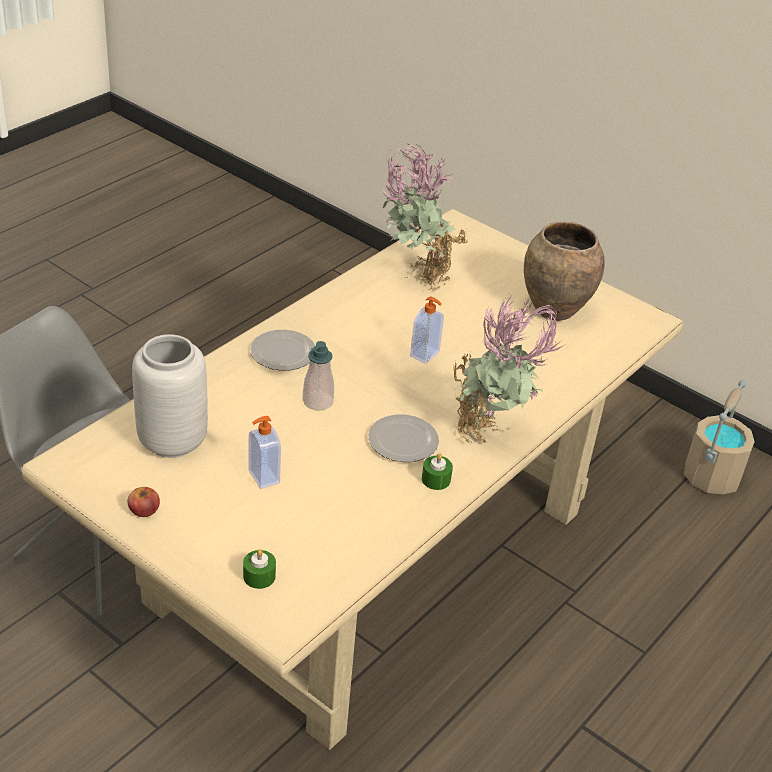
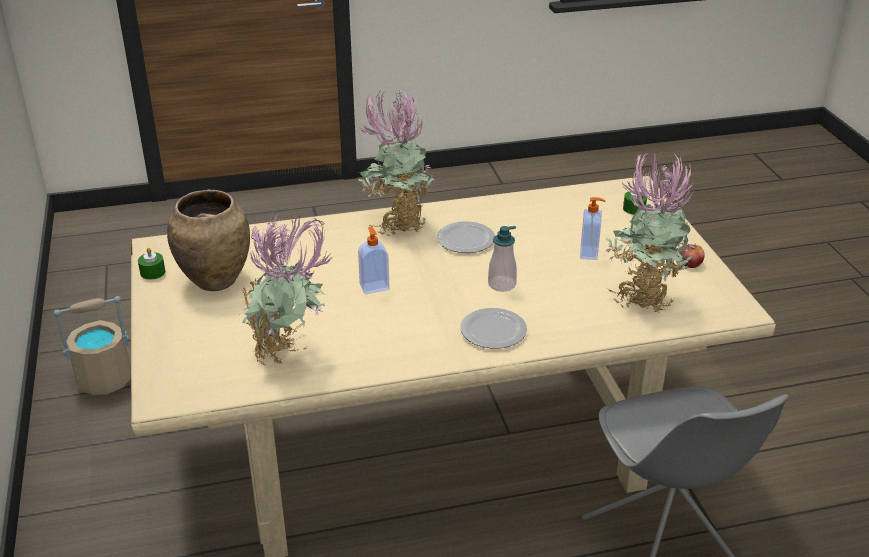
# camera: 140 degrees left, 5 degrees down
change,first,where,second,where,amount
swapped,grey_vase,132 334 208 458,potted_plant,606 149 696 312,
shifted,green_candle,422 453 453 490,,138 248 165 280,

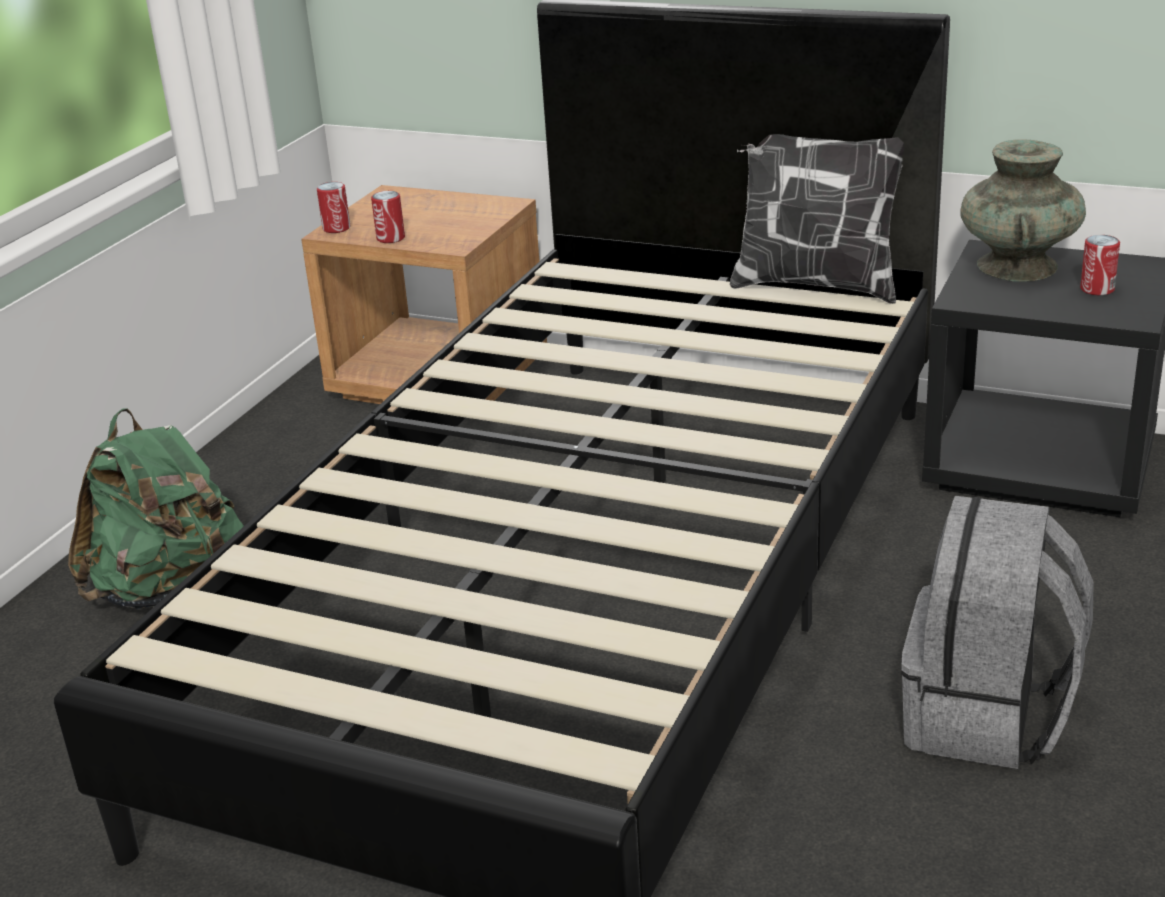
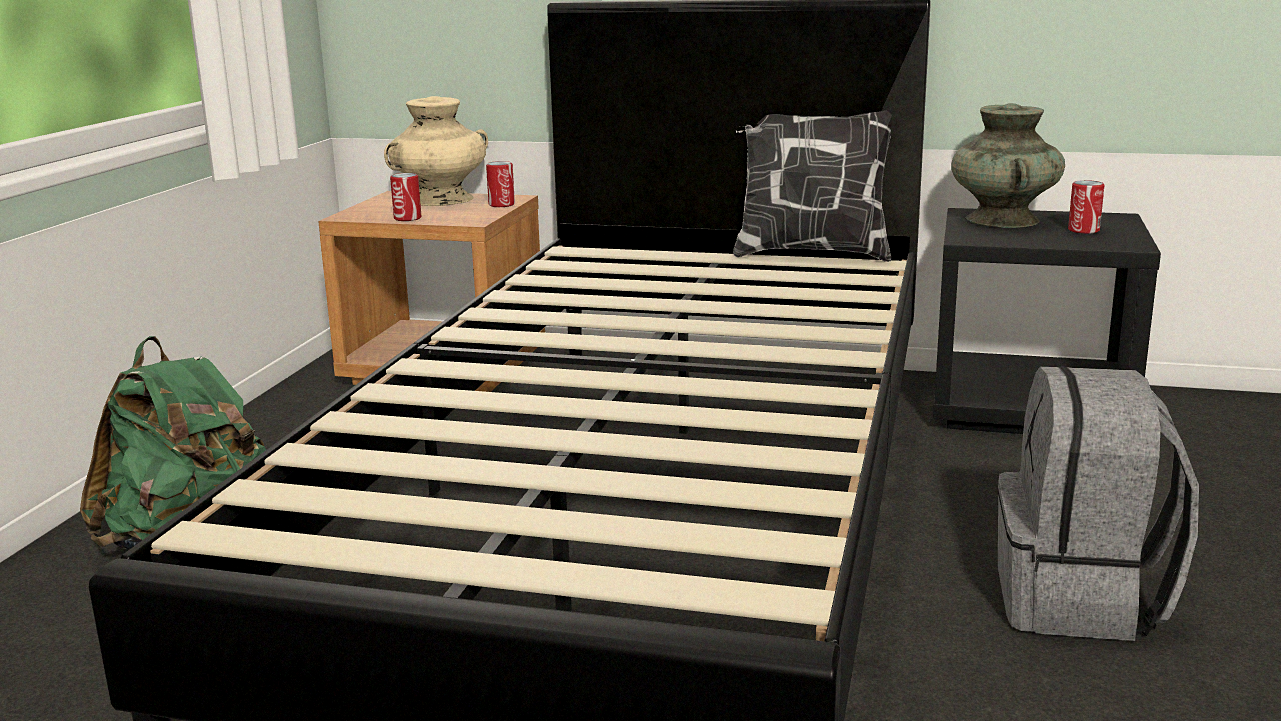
# camera: 10 degrees left, 10 degrees down
change,first,where,second,where,amount
shifted,can,317 182 350 233,,486 161 515 207,
new,,,beige_vase,384 96 488 206,

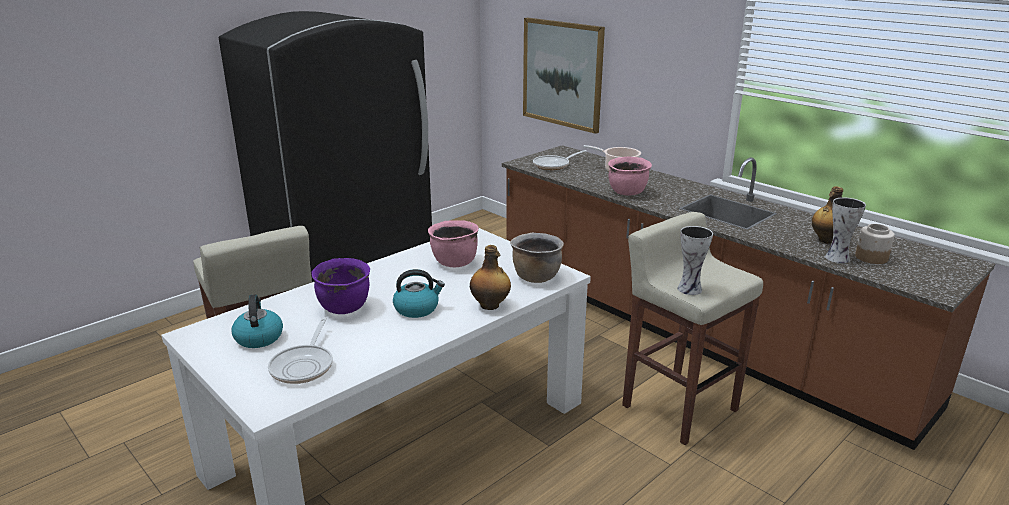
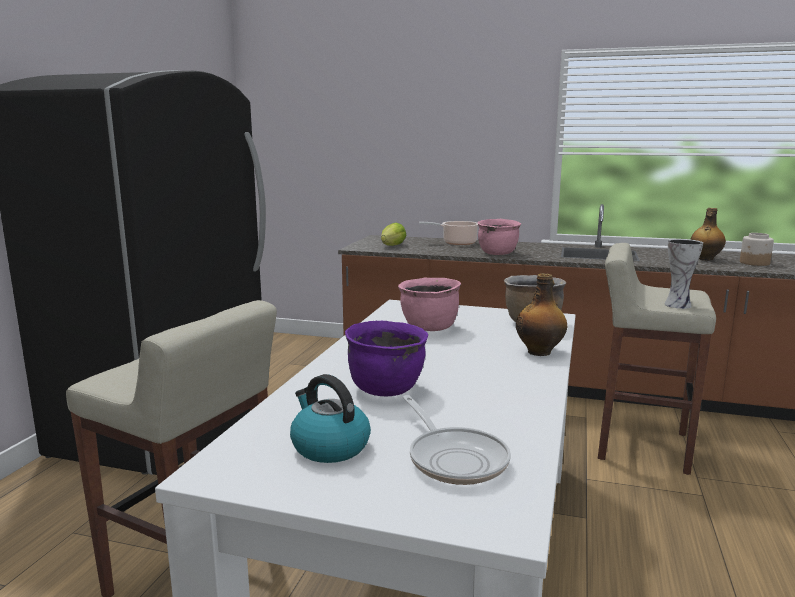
# camera: 30 degrees left, 10 degrees down
change,first,where,second,where,amount
gone,picture,523 17 605 134,,,
swapped,frying_pan,533 150 587 170,lettuce,381 223 407 246,
gone,vase,825 197 866 263,,,
gone,kettle,393 269 445 318,,,

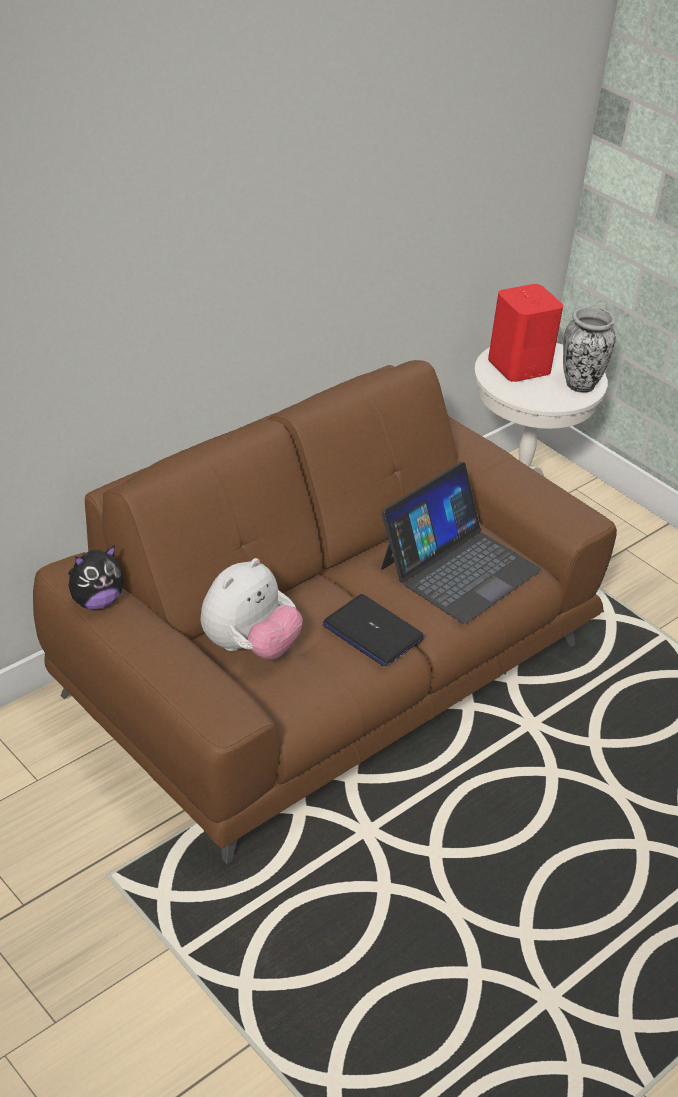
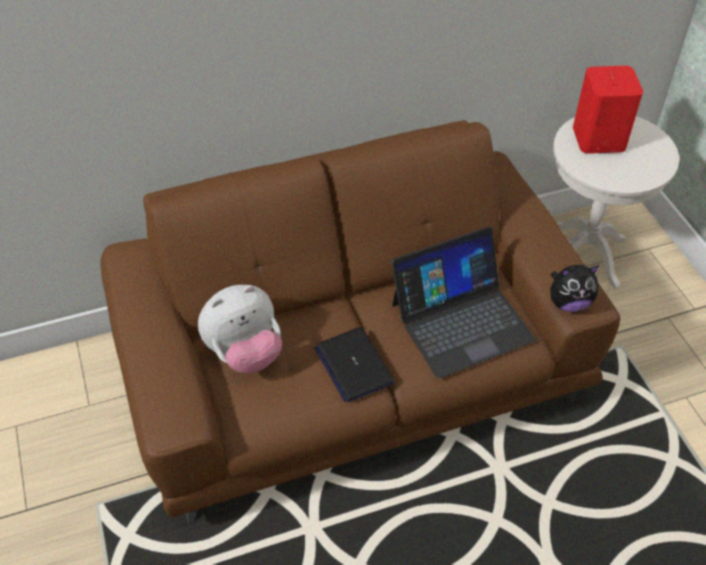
# camera: 25 degrees right, 10 degrees up
change,first,where,second,where,amount
gone,vase,563 306 616 393,,,
shifted,plush_toy,68 545 124 609,,550 265 599 312,

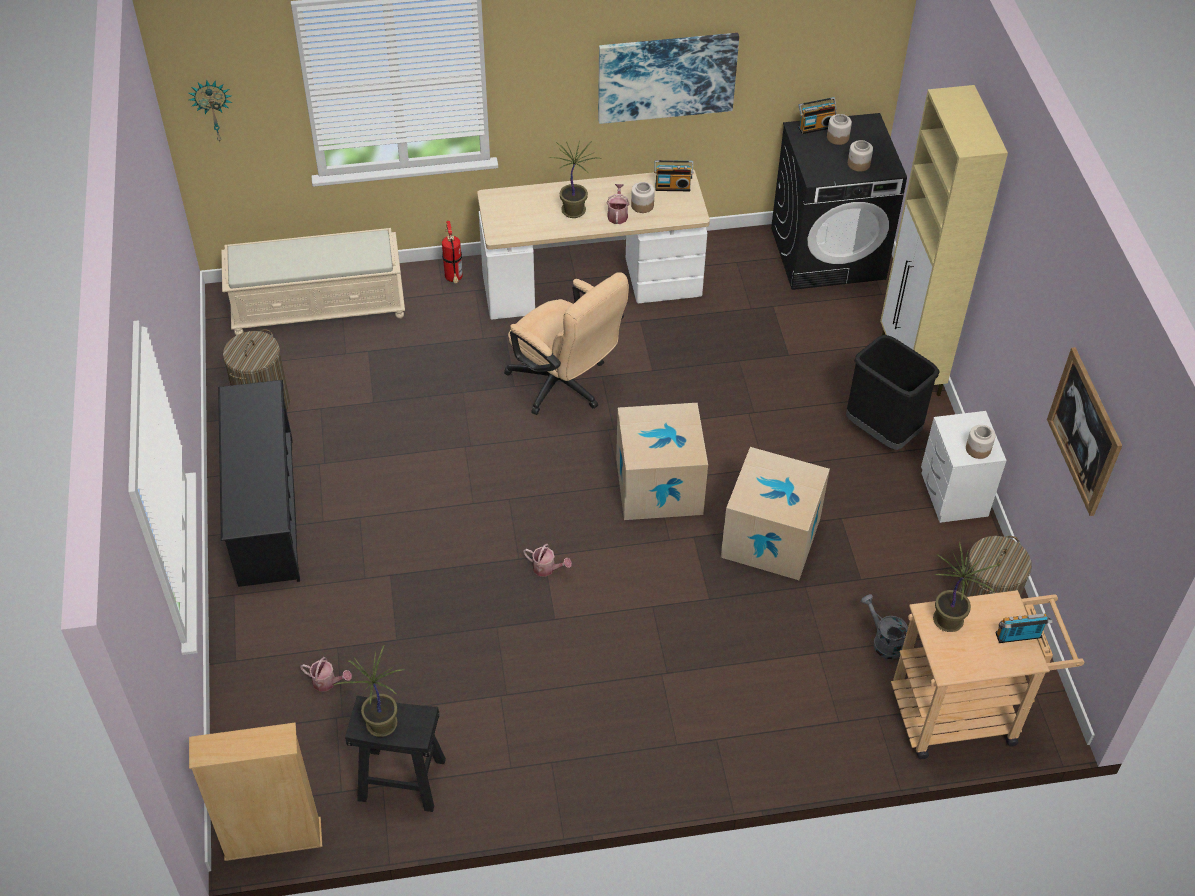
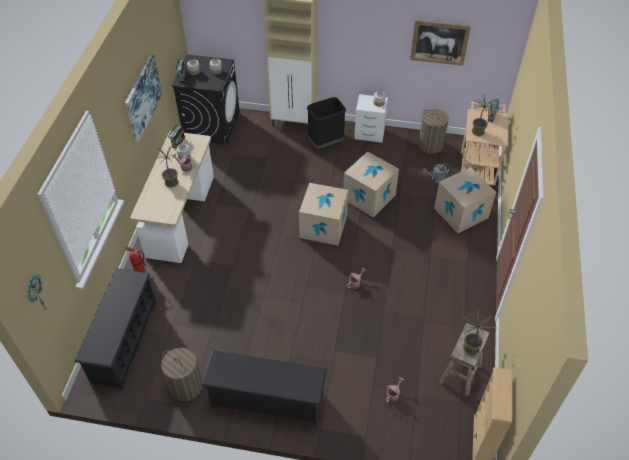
# camera: 70 degrees left, 0 degrees up
change,first,where,second,where,amount
swapped,beige_bench,221 228 405 335,black_shoe_rack,74 268 156 390,
gone,beige_office_chair,504 272 629 415,,,
repainted,black_stool,345 695 446 812,beige_stool,439 323 489 396,
new,,,cardboard_box,434 167 496 233,

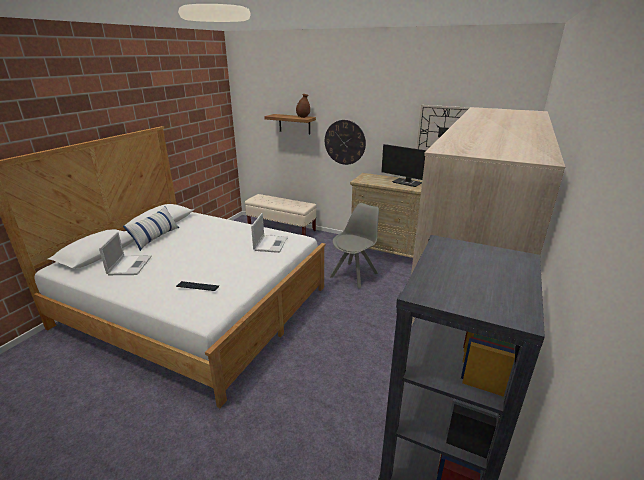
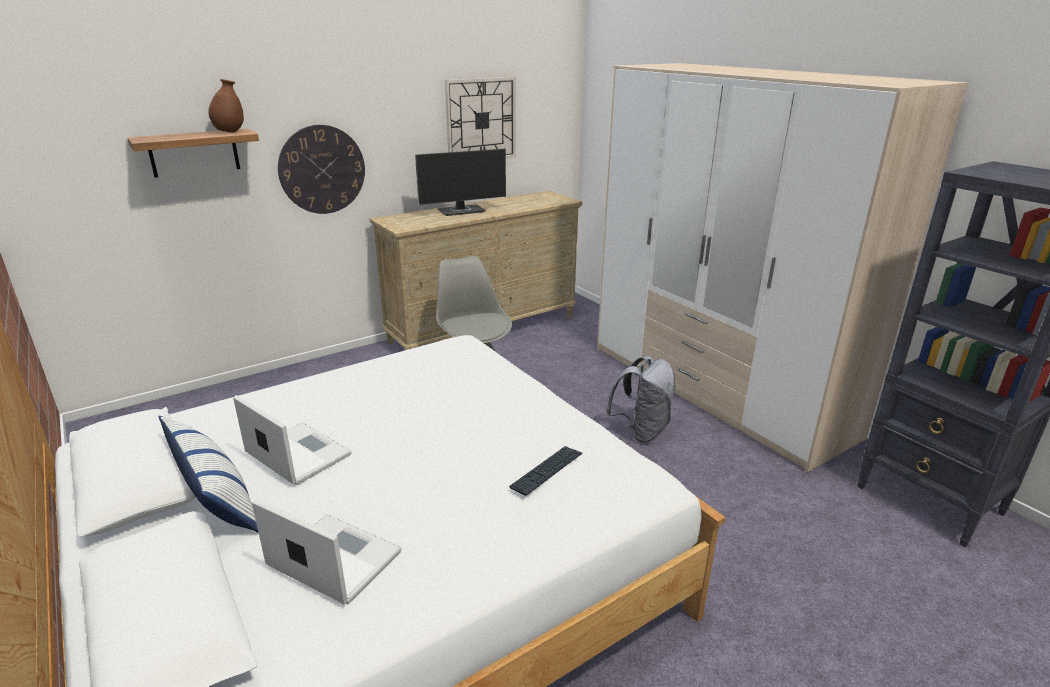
# camera: 60 degrees left, 0 degrees up
change,first,where,second,where,amount
gone,beige_bench,245 194 317 236,,,
shifted,laptop,251 213 288 253,,233 395 351 485,
new,,,grey_backpack,606 356 676 442,

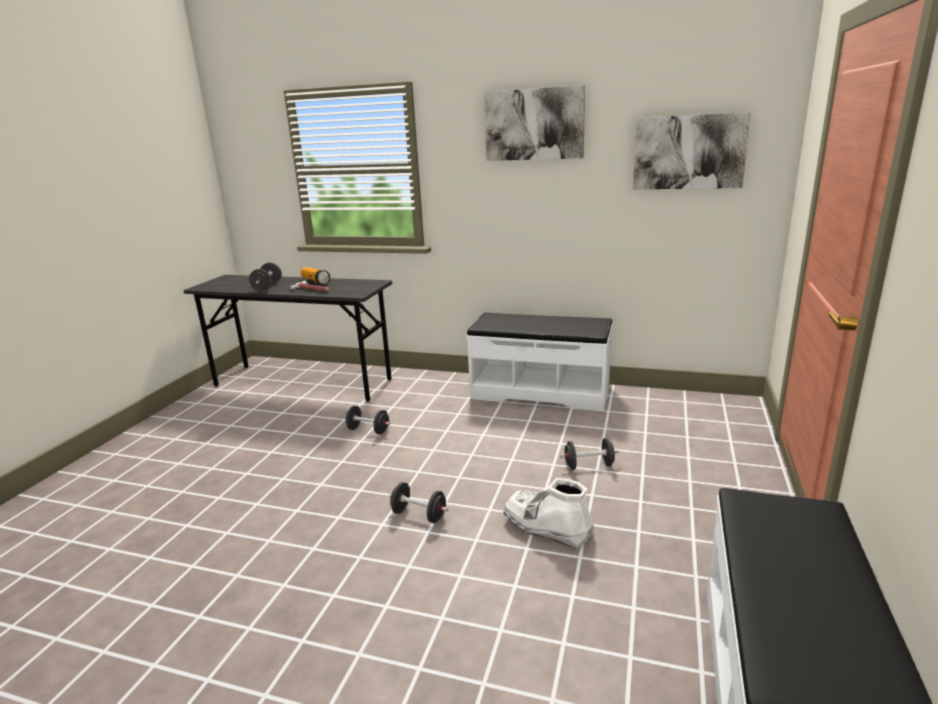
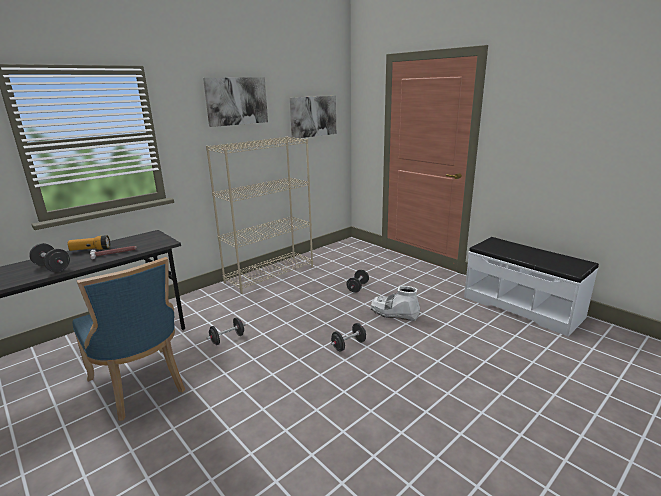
# camera: 60 degrees left, 0 degrees up
change,first,where,second,where,amount
swapped,white_bench,466 312 612 411,beige_bookcase,206 137 313 294,
rotated,white_boot,503 478 594 549,,370 286 420 321,45 degrees clockwise
new,,,blue_chair,72 257 185 421,

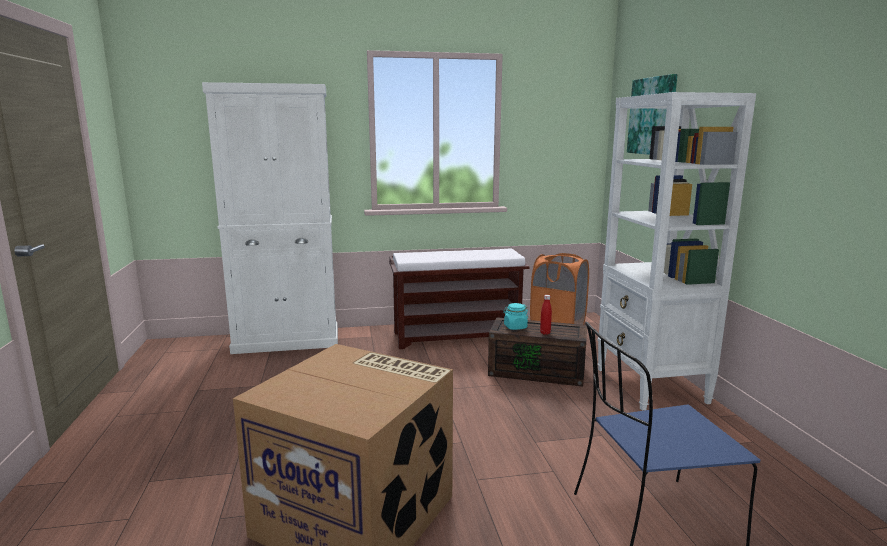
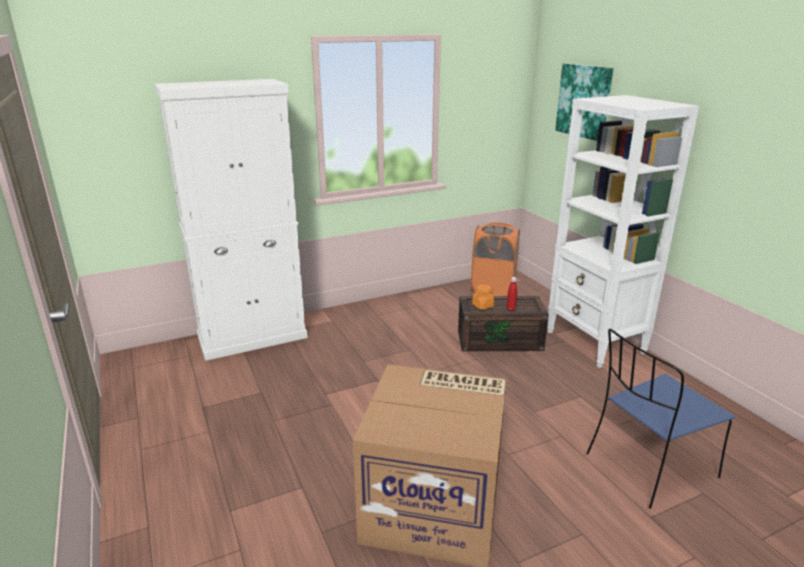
# camera: 15 degrees left, 10 degrees up
change,first,where,second,where,amount
gone,brown_bench,389 248 529 349,,,
repainted,turquoise_jar,503 303 528 330,orange_jar,472 285 494 310,

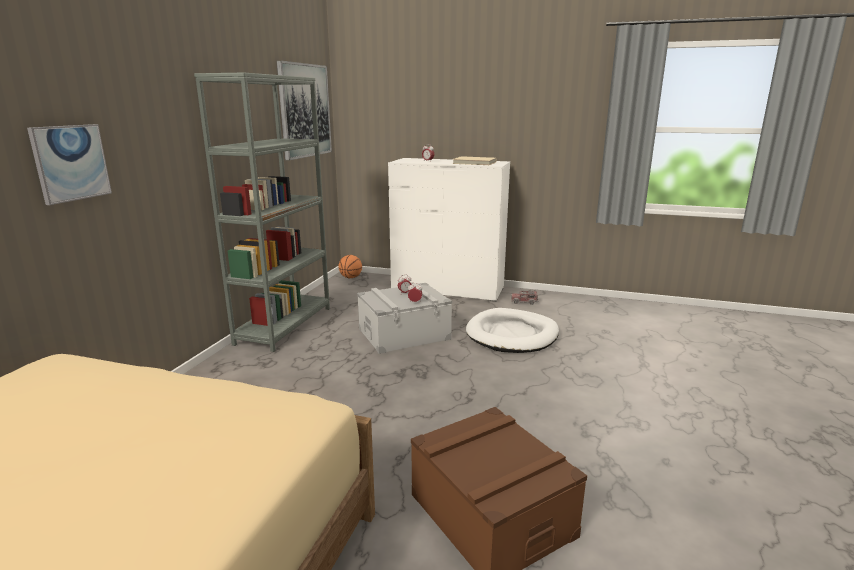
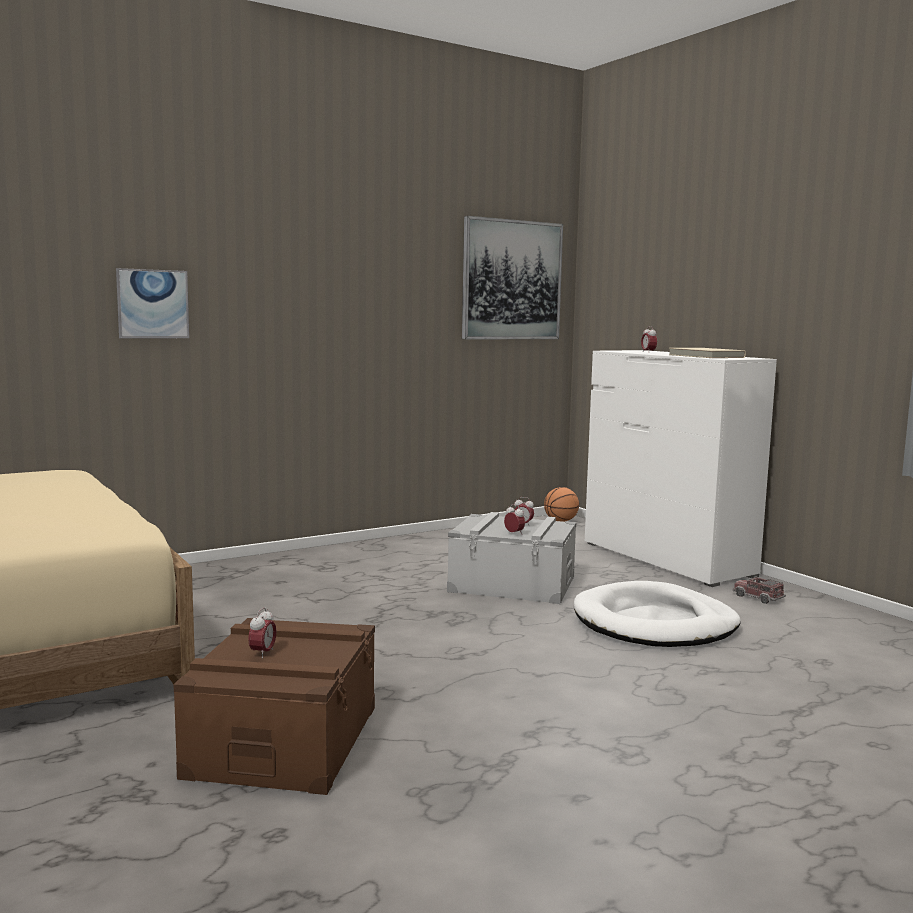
# camera: 40 degrees right, 10 degrees down
change,first,where,second,where,amount
gone,grey_bookcase,194 73 330 352,,,
new,,,alarm_clock,248 608 276 658,

